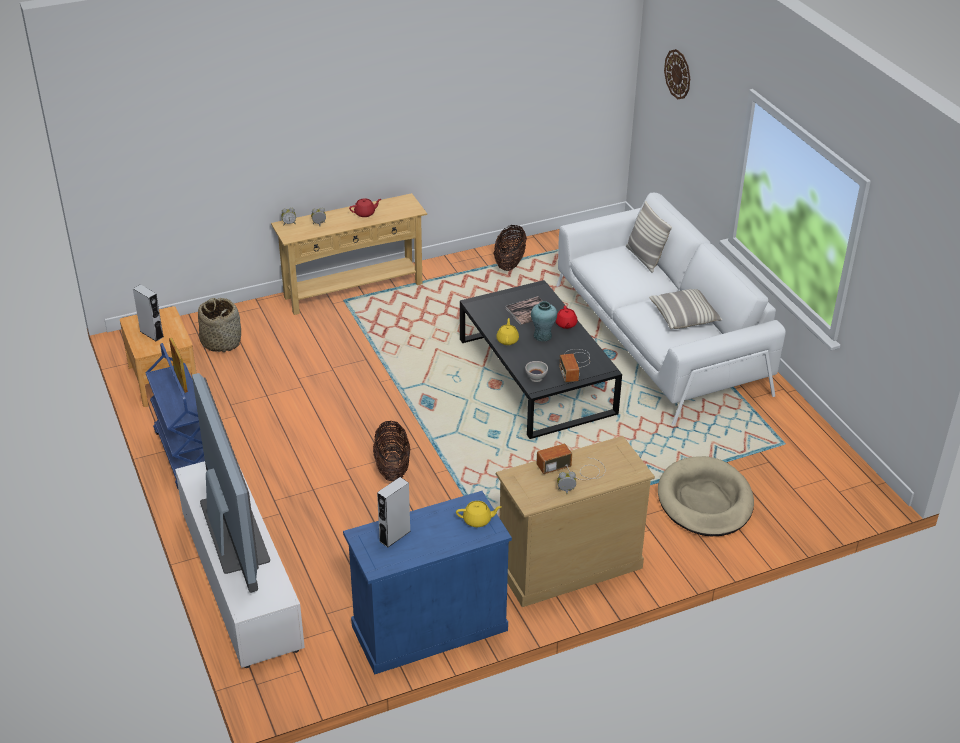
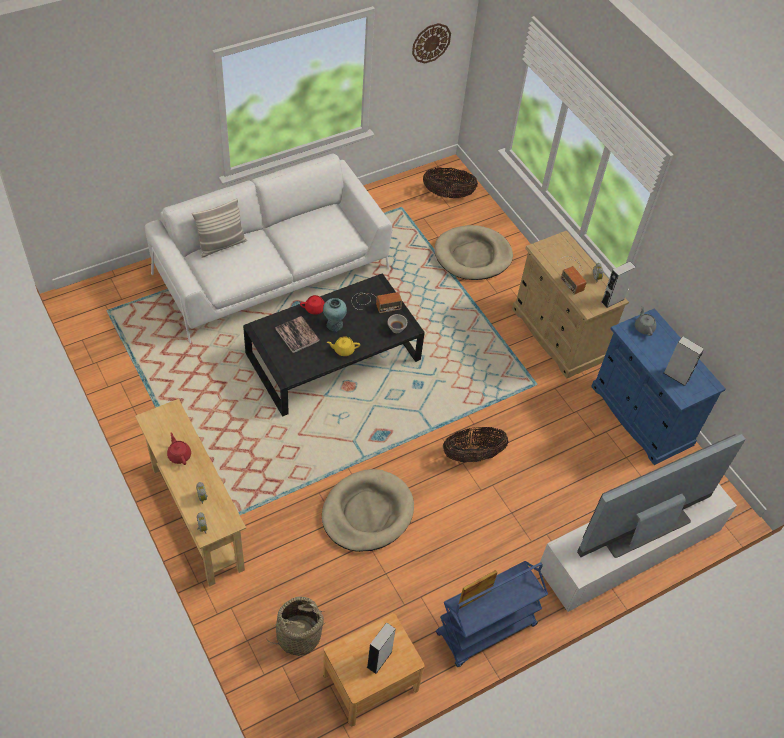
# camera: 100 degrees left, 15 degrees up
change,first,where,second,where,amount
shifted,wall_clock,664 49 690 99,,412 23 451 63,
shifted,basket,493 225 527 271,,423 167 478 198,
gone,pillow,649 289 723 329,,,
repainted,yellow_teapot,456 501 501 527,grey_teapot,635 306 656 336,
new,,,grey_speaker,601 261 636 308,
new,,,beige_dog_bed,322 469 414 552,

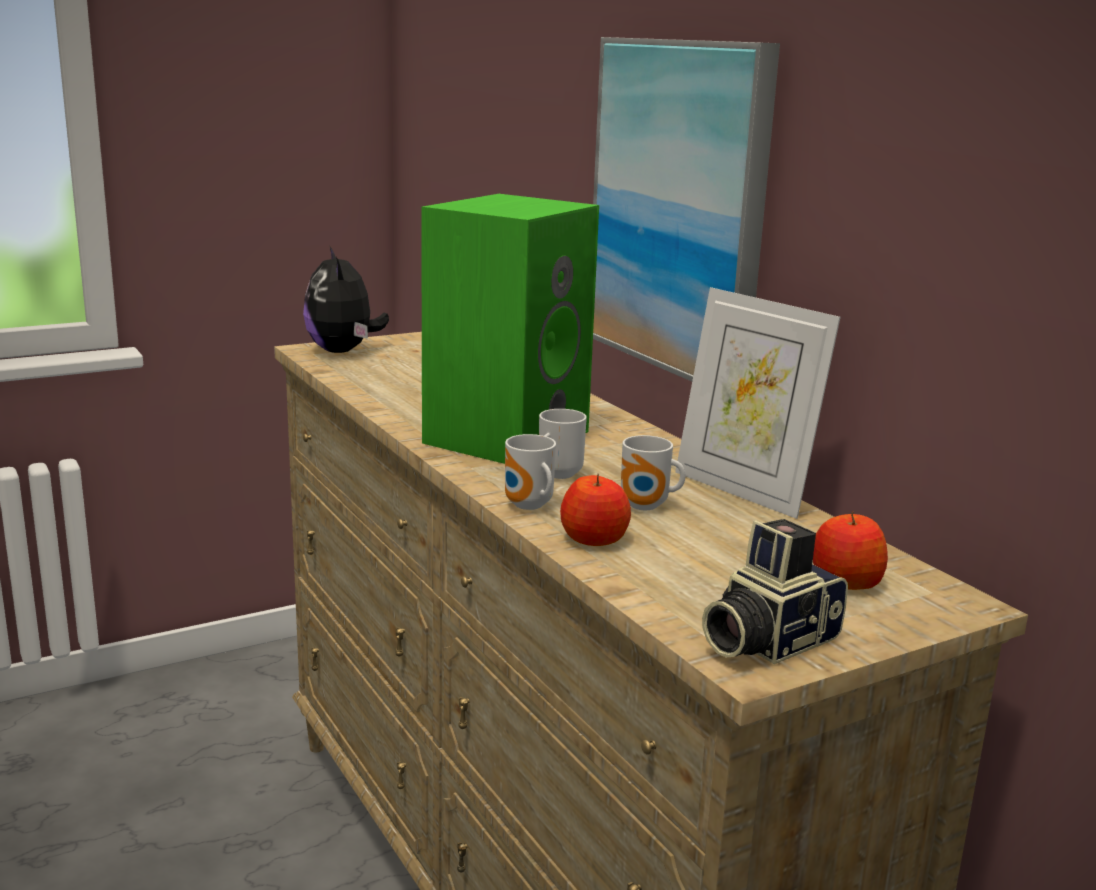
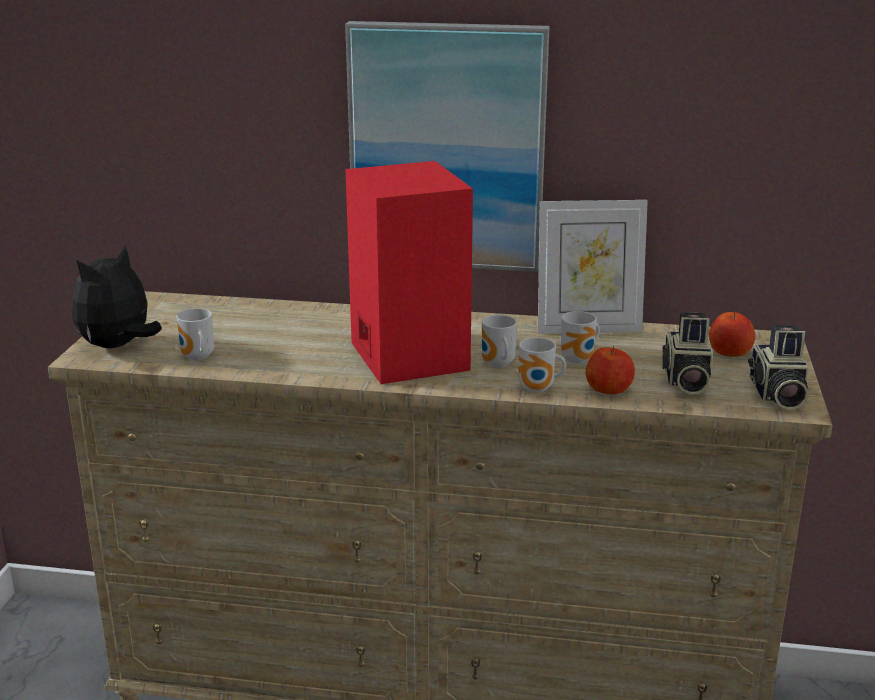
# camera: 50 degrees left, 5 degrees up
change,first,where,second,where,amount
repainted,green_speaker,421 194 599 464,red_speaker,345 161 473 384,
rotated,plush_toy,303 247 389 353,,72 244 162 348,105 degrees clockwise
new,,,mug,177 308 214 360,
new,,,photo_camera,662 312 713 394,

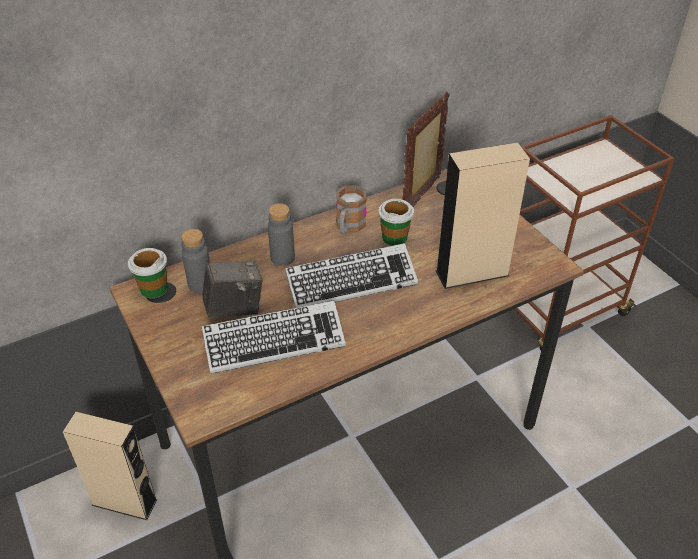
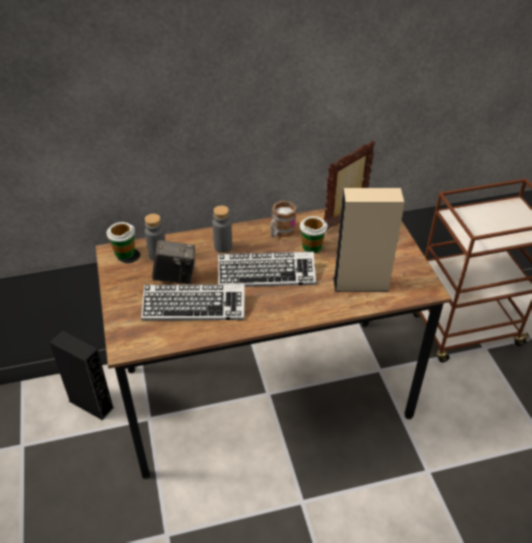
# camera: 15 degrees right, 0 degrees up
change,first,where,second,where,amount
repainted,beige_speaker,63 412 158 520,black_speaker,49 331 114 421,

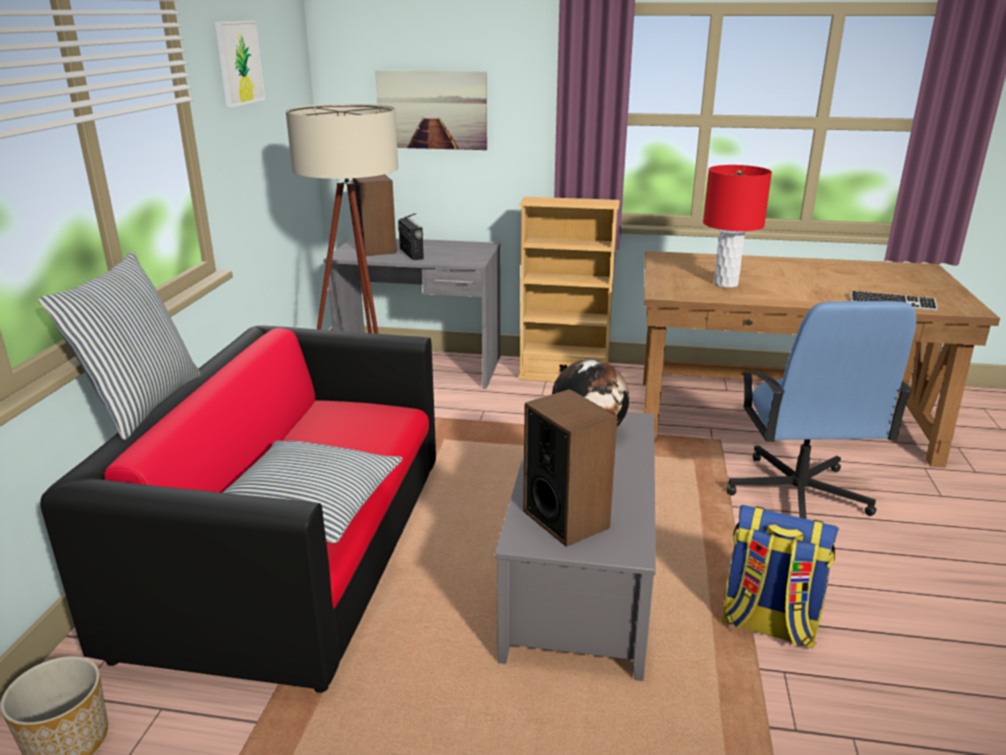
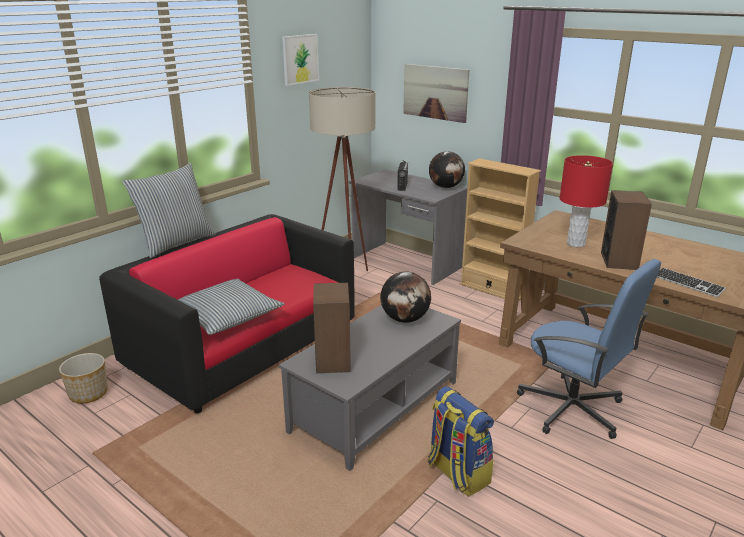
# camera: 30 degrees right, 0 degrees up
change,first,where,second,where,amount
shifted,speaker,352 174 397 256,,601 190 652 270,
rotated,blue_office_chair,727 301 917 519,,517 259 661 439,75 degrees counterclockwise
new,,,globe,429 151 465 188,

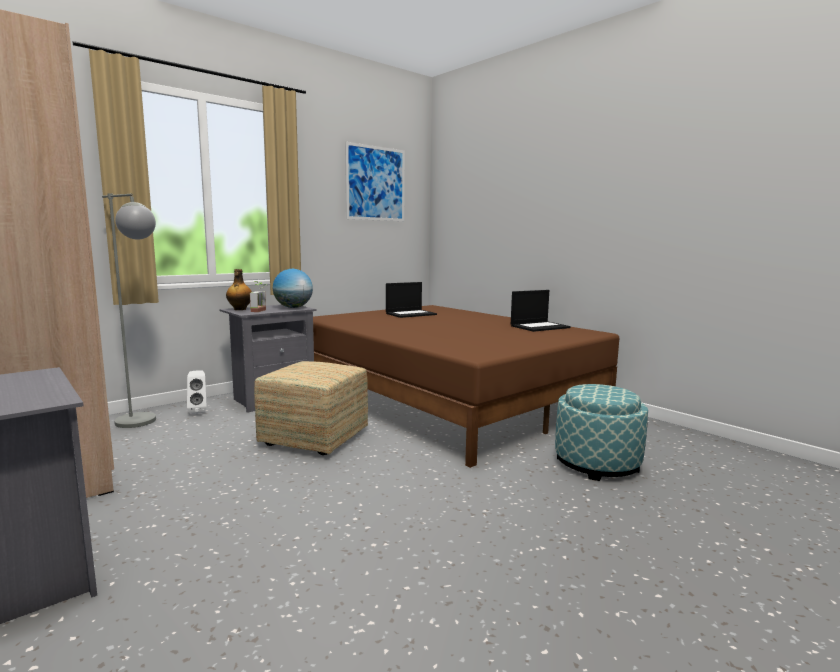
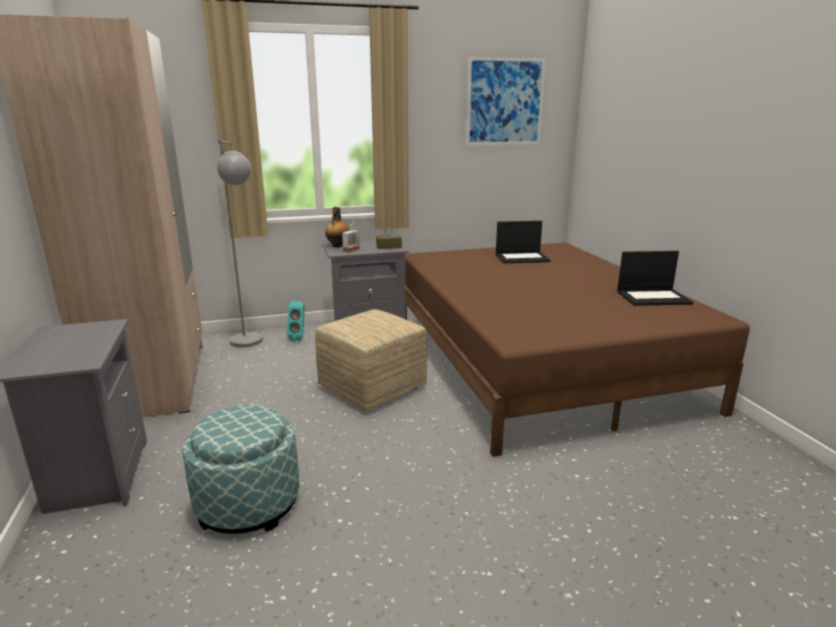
# camera: 25 degrees right, 10 degrees up
change,first,where,second,where,amount
swapped,globe,273 269 313 308,brown_tissue_box,376 227 402 249,
repainted,white_speaker,187 370 207 414,turquoise_speaker,287 301 305 341,
shifted,ottoman,555 384 648 481,,183 405 299 534,

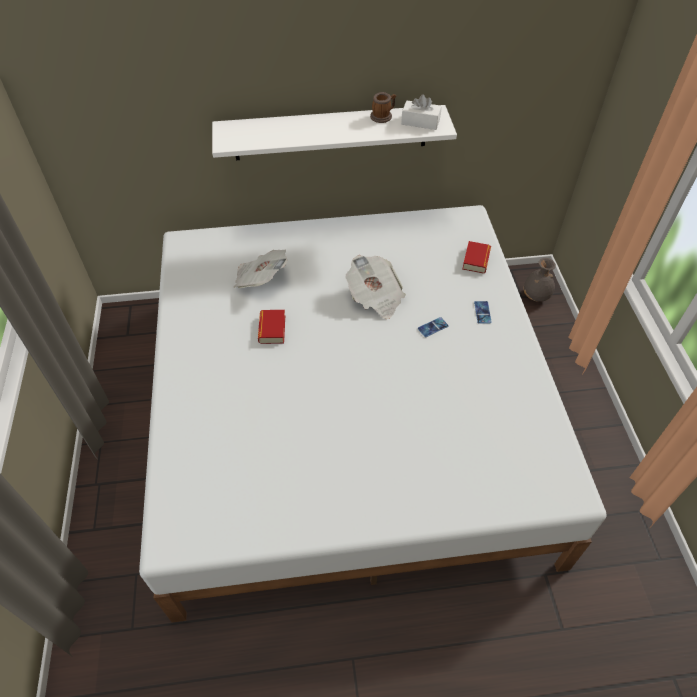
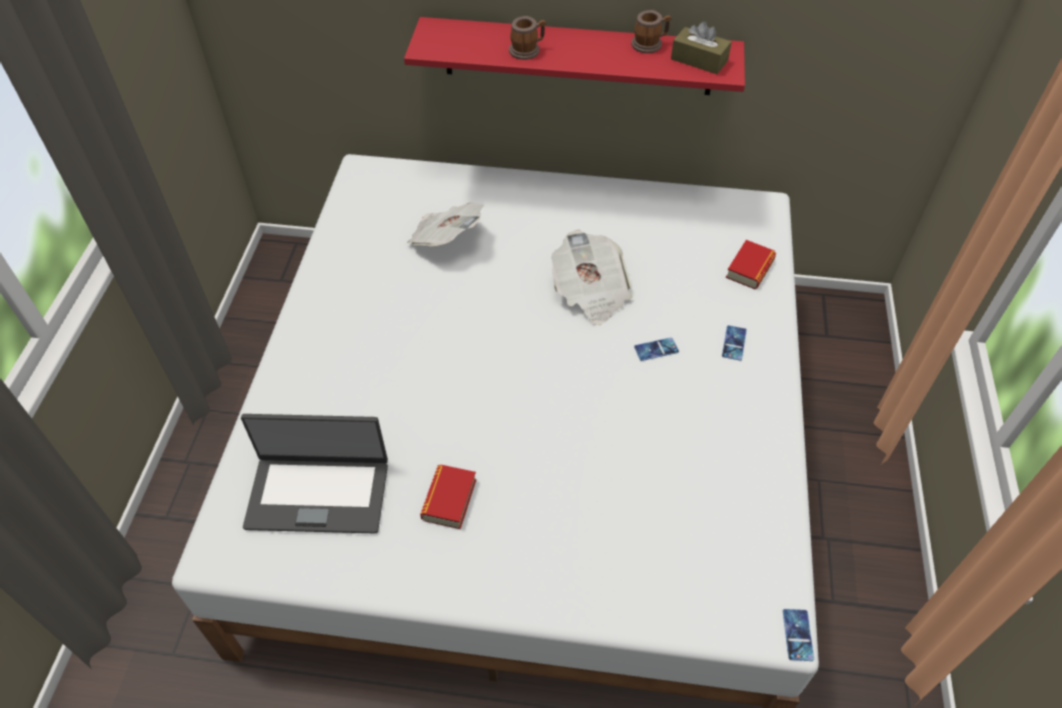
# camera: 15 degrees right, 0 degrees up
change,first,where,second,where,amount
repainted,white_tissue_box,401 95 442 130,brown_tissue_box,671 21 732 74,
repainted,white_shelf,212 105 457 160,red_shelf,404 17 745 95,
gone,grey_vase,523 258 556 302,,,
shifted,book,258 310 285 344,,420 464 476 529,
new,,,mug,509 16 546 60,
new,,,laptop,241 414 388 533,
new,,,phone,783 609 814 661,

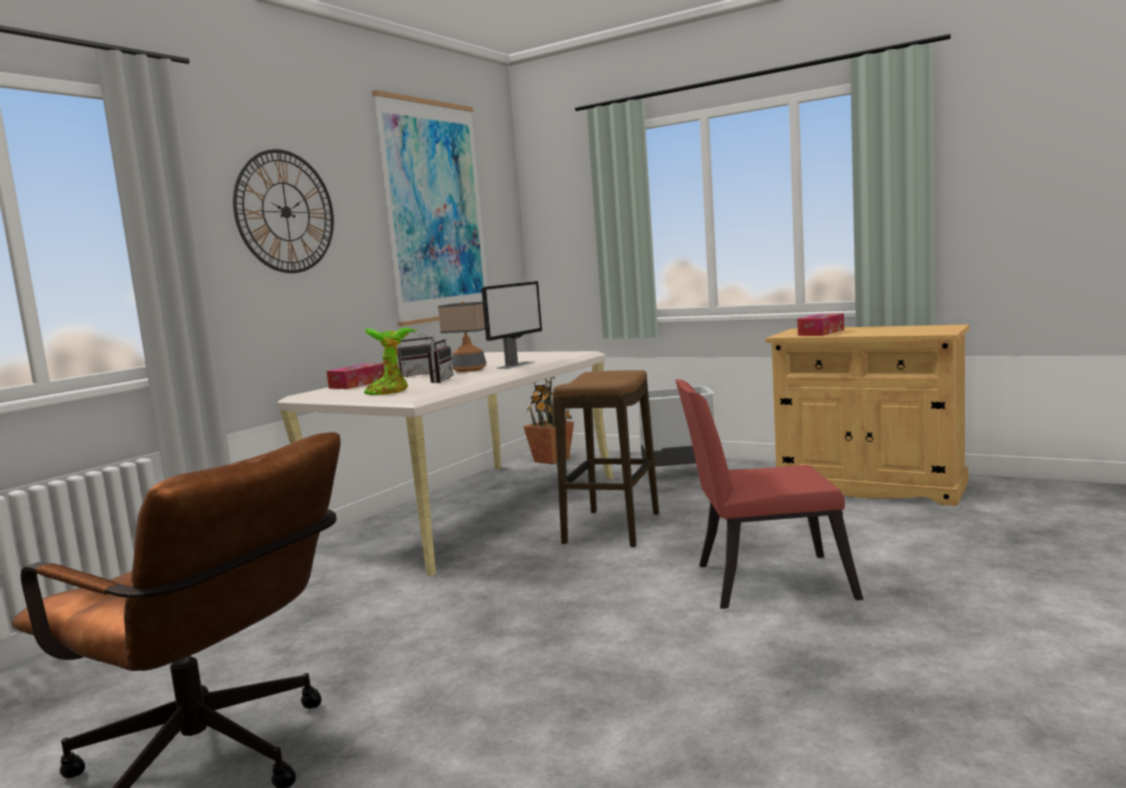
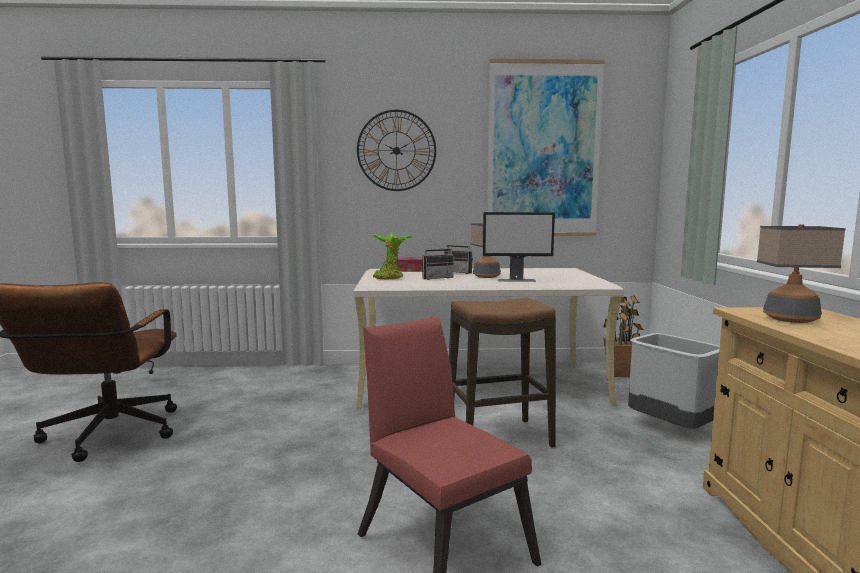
# camera: 55 degrees right, 0 degrees up
change,first,where,second,where,amount
swapped,tissue_box,797 313 844 336,table_lamp,757 224 846 323,

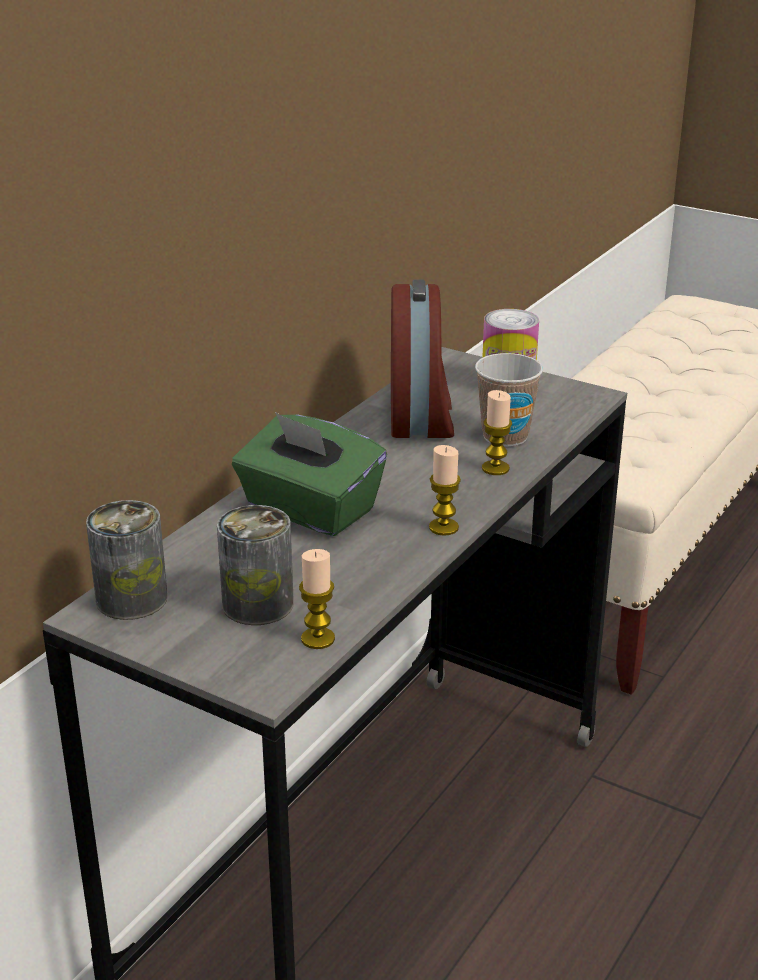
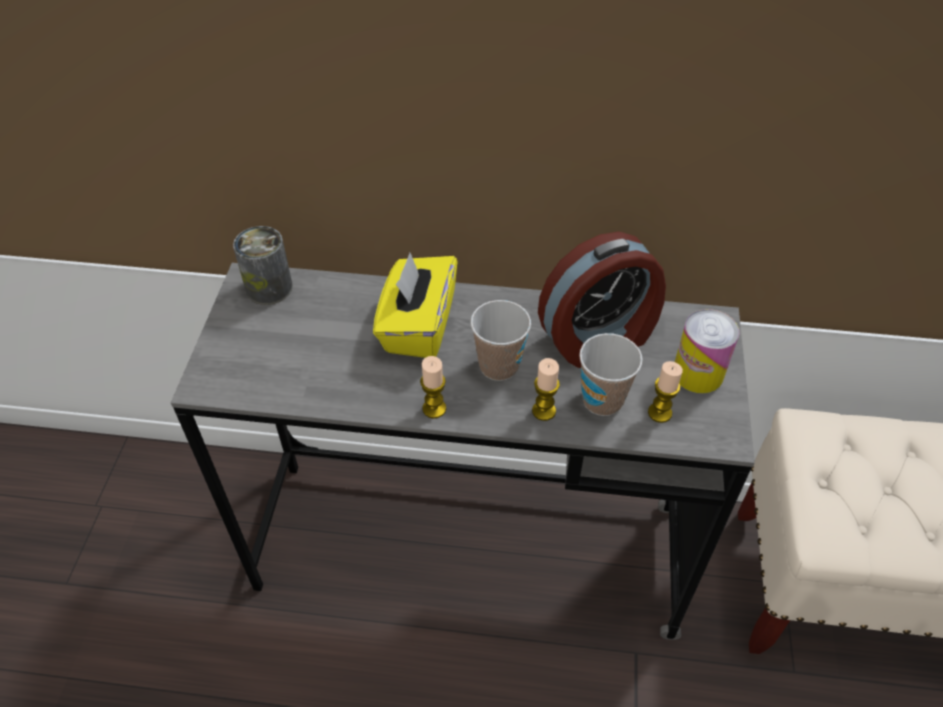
# camera: 65 degrees right, 20 degrees up
change,first,where,second,where,amount
repainted,green_tissue_box,232 412 387 536,yellow_tissue_box,373 253 458 358,
gone,can,217 505 294 625,,,
shifted,candle,299 549 335 649,,648 361 683 423,
new,,,cup,470 300 531 381,

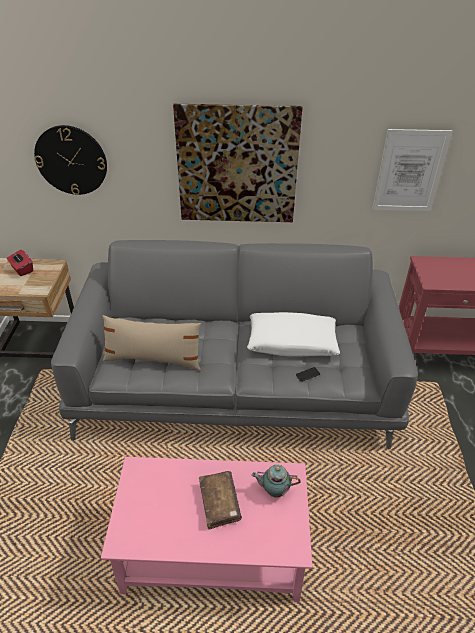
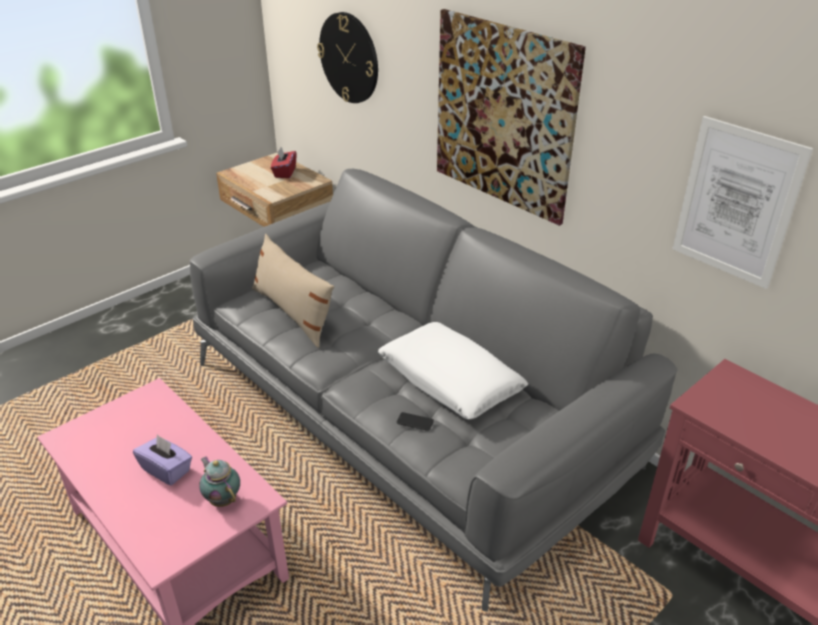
# camera: 45 degrees right, 5 degrees down
change,first,where,second,where,amount
swapped,brown_book,199 471 242 530,purple_tissue_box,133 434 192 486,

